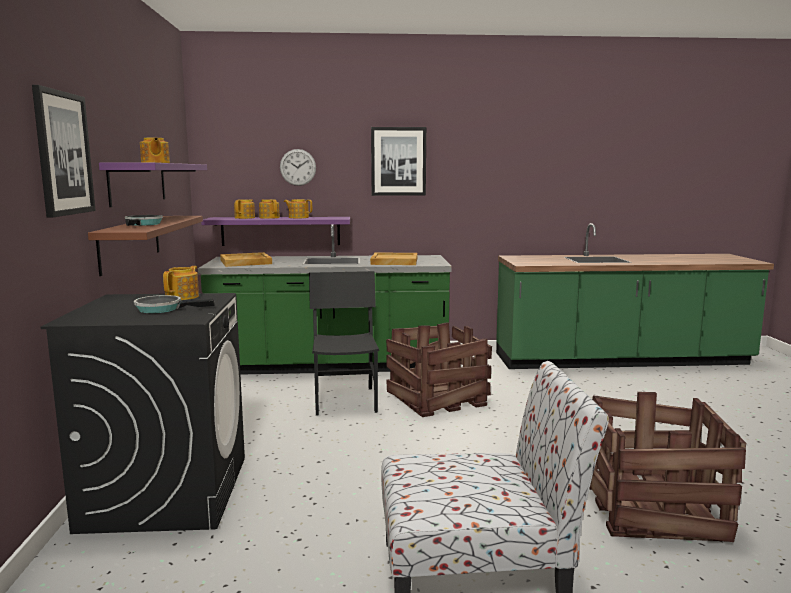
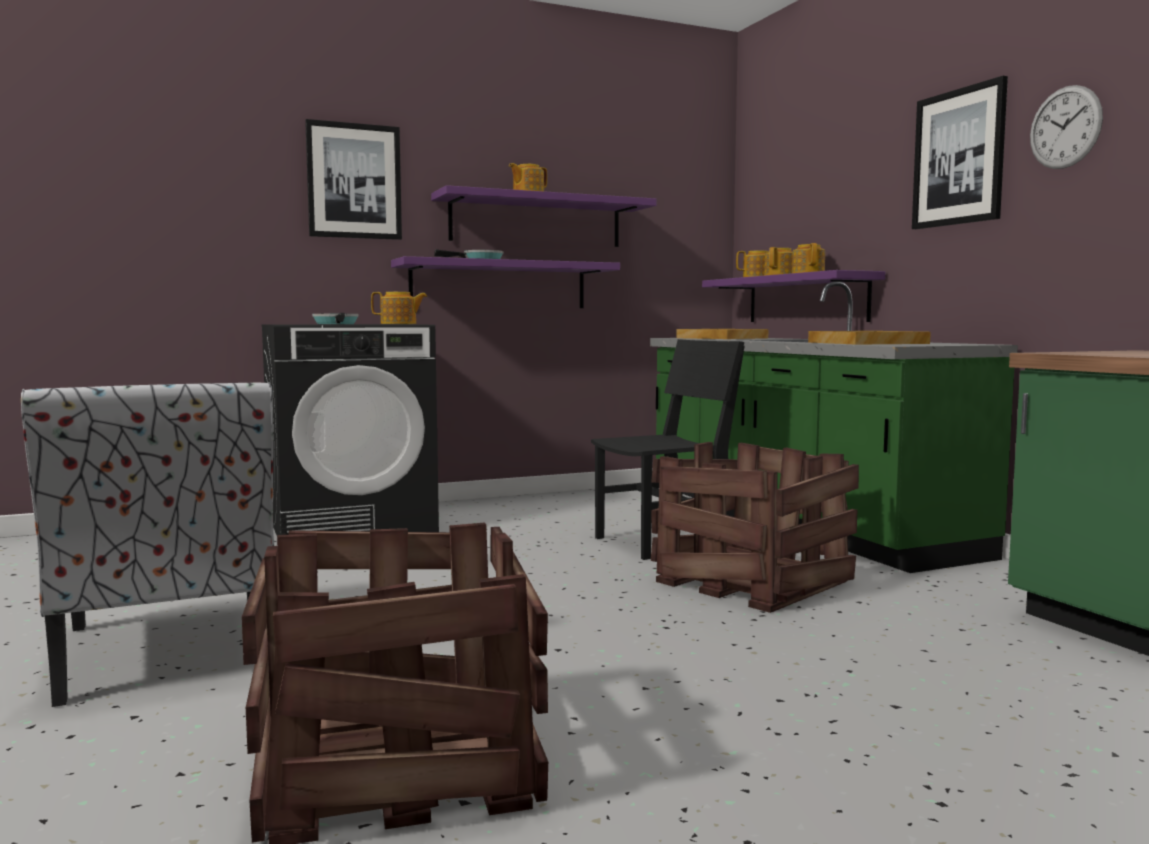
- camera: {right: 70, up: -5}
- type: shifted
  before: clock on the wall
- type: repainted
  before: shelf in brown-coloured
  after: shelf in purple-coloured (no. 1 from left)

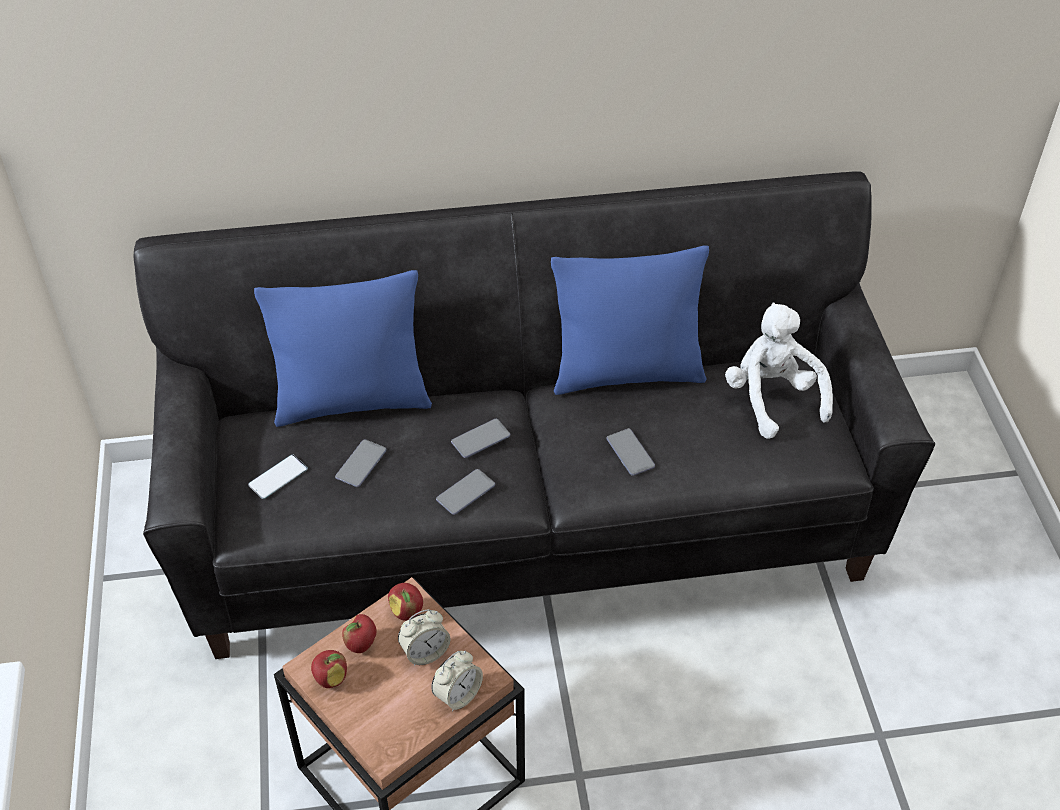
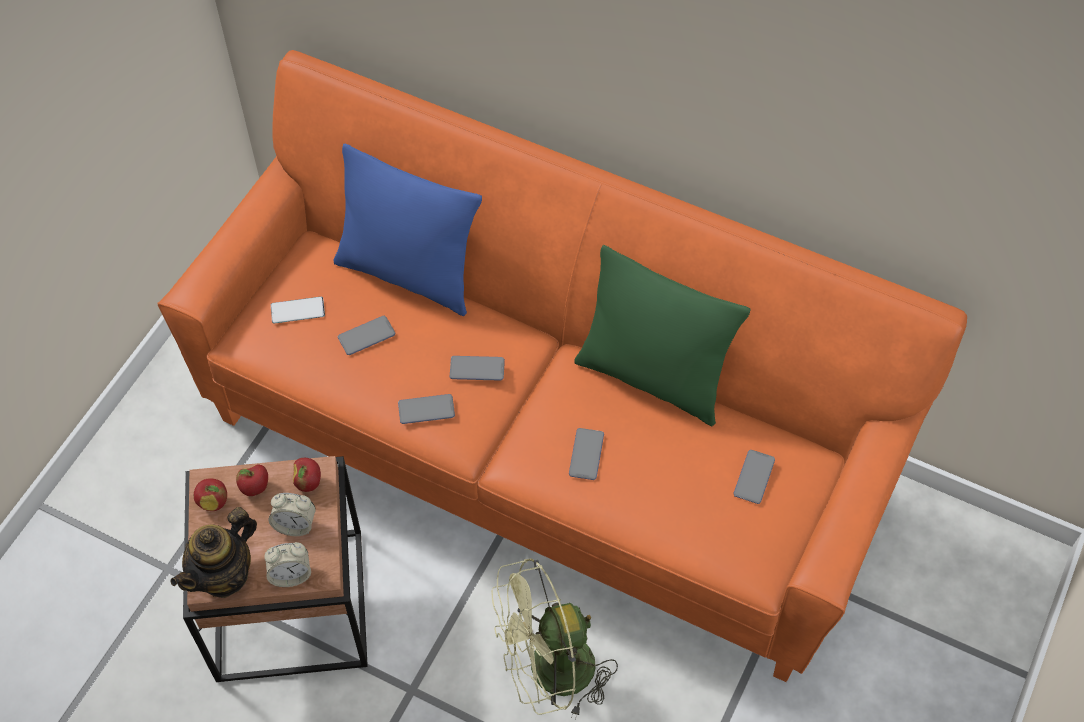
- camera: {right: 35, up: 10}
- type: repainted
  before: settee in black-coloured
  after: settee in orangey
- type: repainted
  before: cushion in bluish (no. 2 from left)
  after: cushion in green
- type: swapped
  before: cuddly toy in whitish
  after: phone (no. 6 from left)
- type: new
  after: pot for tea
- type: new
  after: electric fan in green

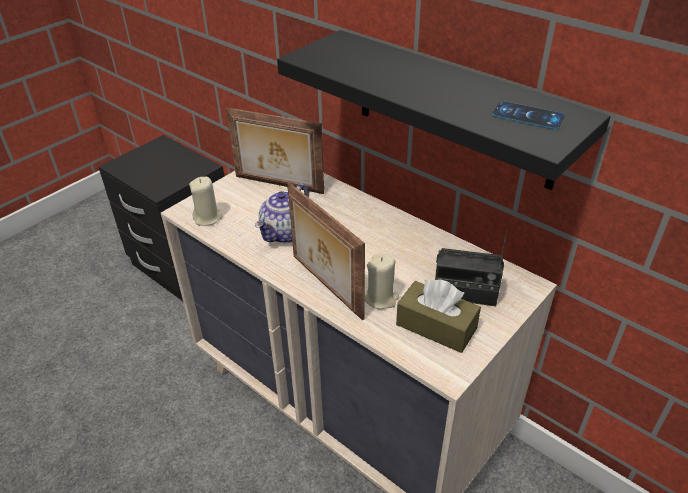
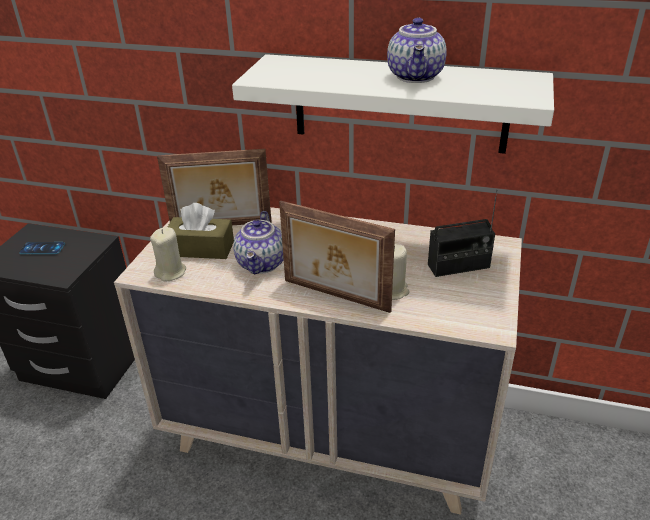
- camera: {right: -25, up: -5}
- type: repainted
  before: shelf in black-coloured
  after: shelf in whitish
- type: shifted
  before: phone
- type: shifted
  before: tissue holder in brown-coloured
- type: new
  after: pot for tea (no. 2 from left)

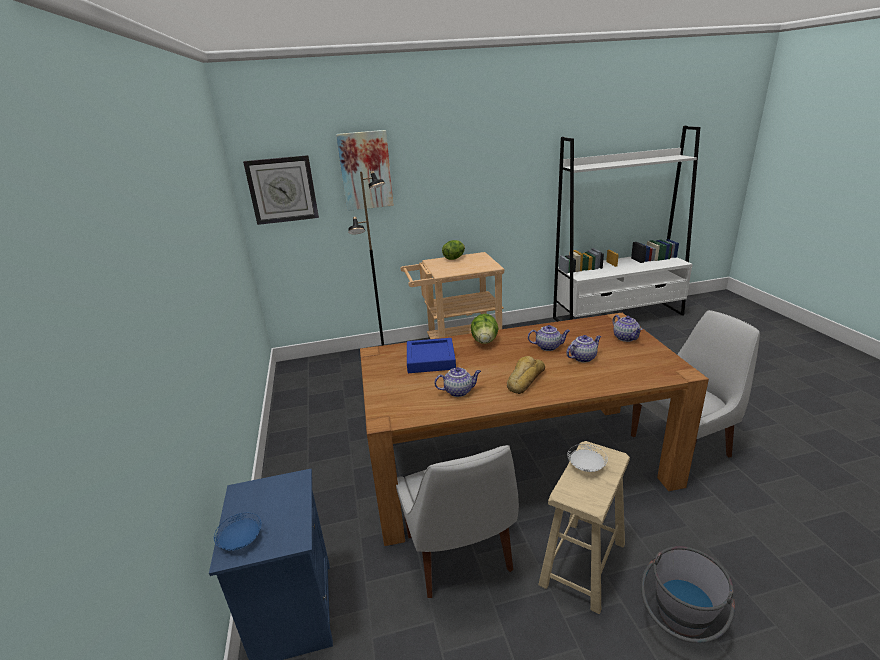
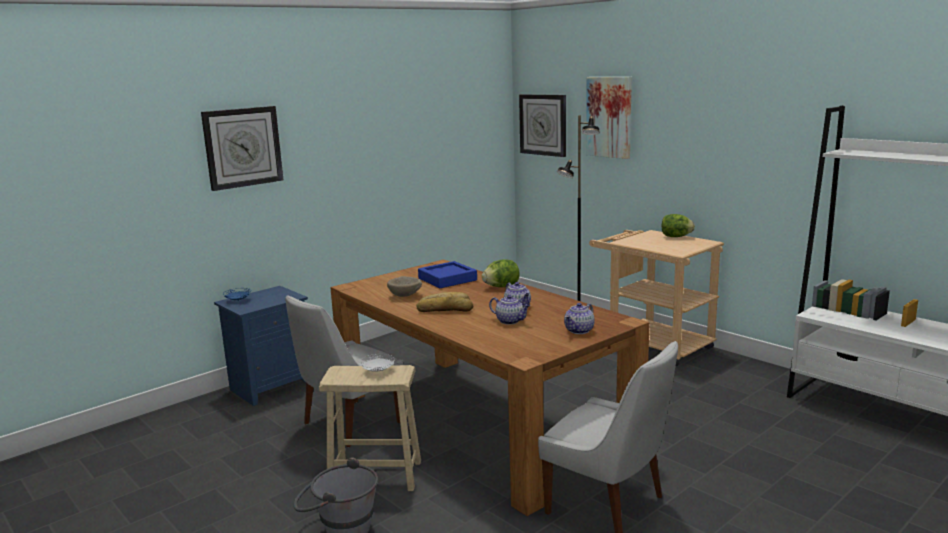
- camera: {right: 60, up: -10}
- type: swapped
  before: pot for tea (no. 1 from left)
  after: bowl in beige
- type: new
  after: clock on the wall (no. 1 from left)

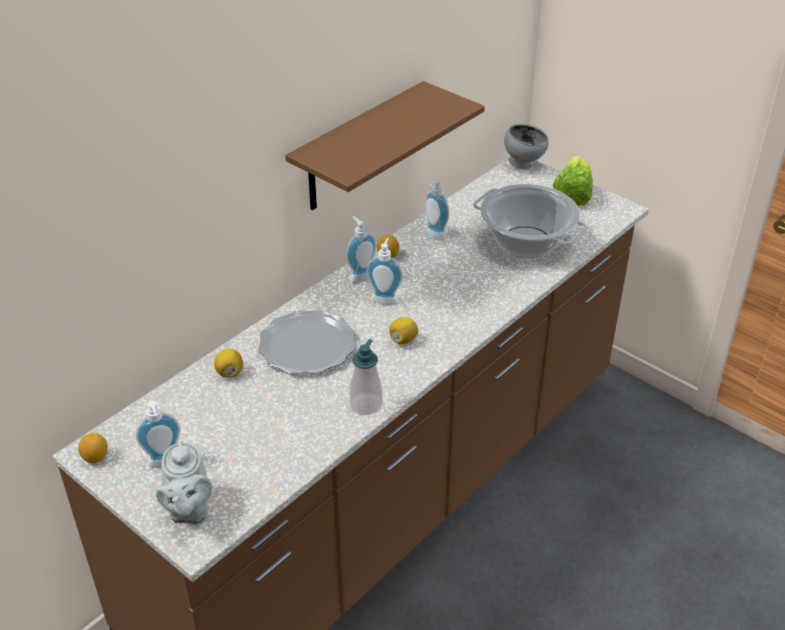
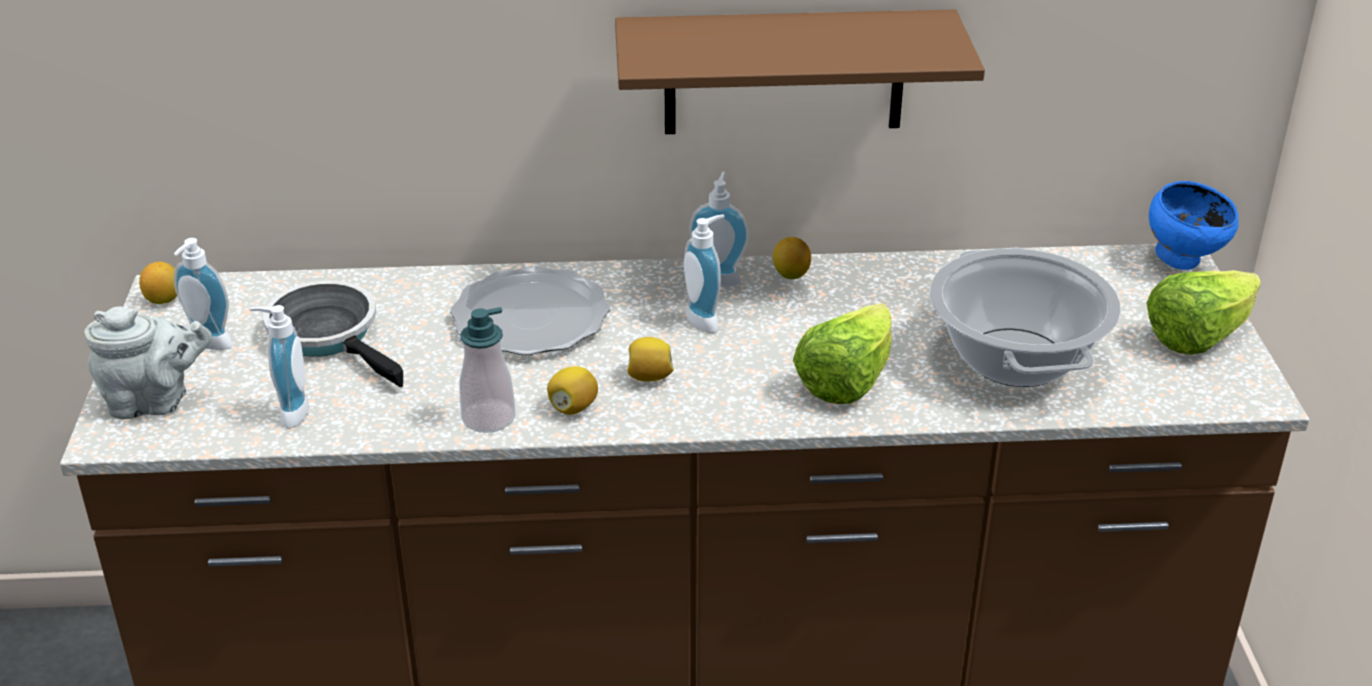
- camera: {right: 45, up: -5}
- type: repainted
  before: bowl in grey
  after: bowl in bluish
- type: shifted
  before: soap dispenser (no. 5 from left in the first image)
  after: soap dispenser (no. 2 from left)
- type: shifted
  before: lemon (no. 2 from left)
- type: rotated
  before: pot for tea in grey
  turn: -135
- type: new
  after: skillet
- type: new
  after: head of lettuce (no. 1 from left)

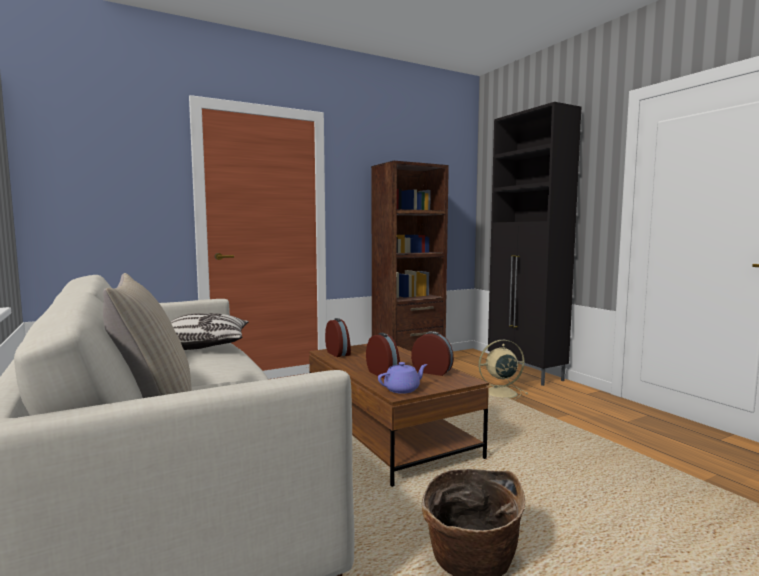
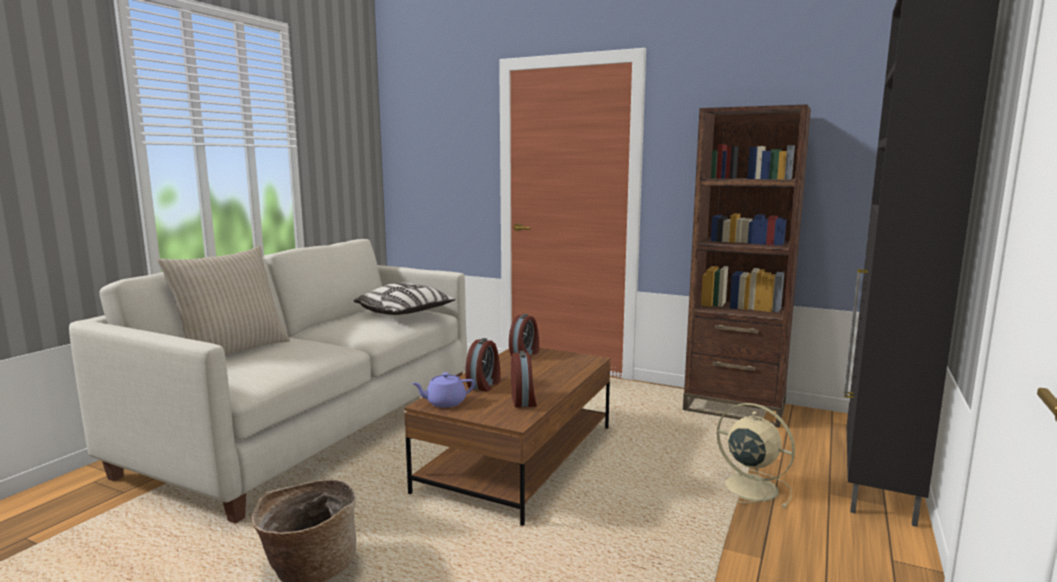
- camera: {right: 55, up: 5}
- type: rotated
  before: pot for tea in purple-coloured
  turn: 135

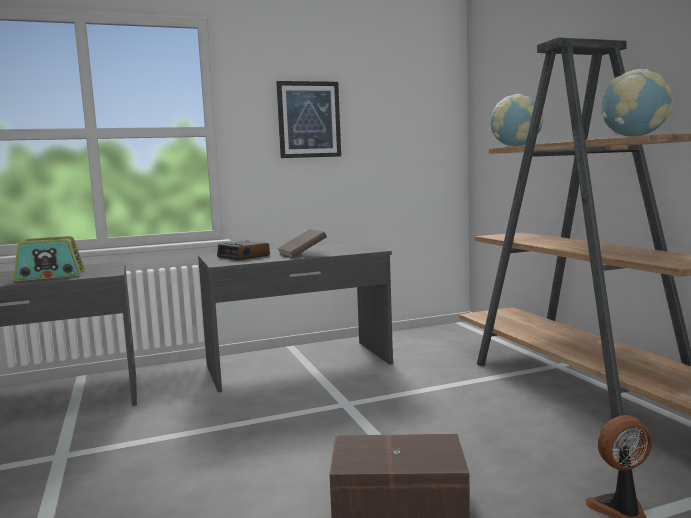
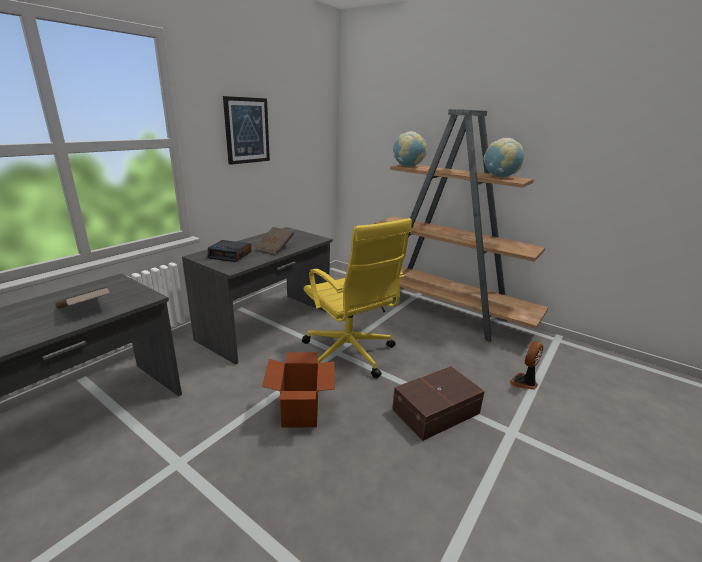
- camera: {right: -35, up: 15}
- type: swapped
  before: radio
  after: bound book in brown-coloured (no. 1 from left)
- type: new
  after: office chair in yellowish
- type: new
  after: carton

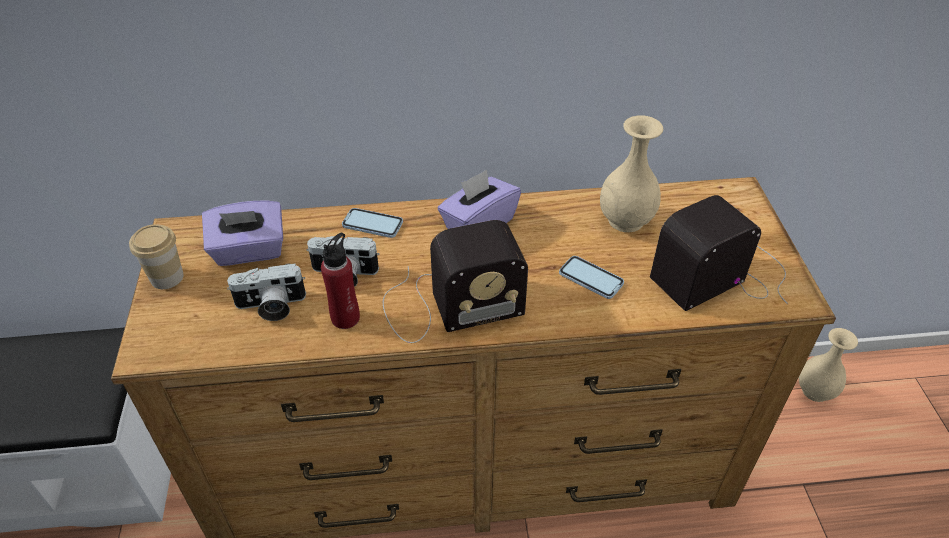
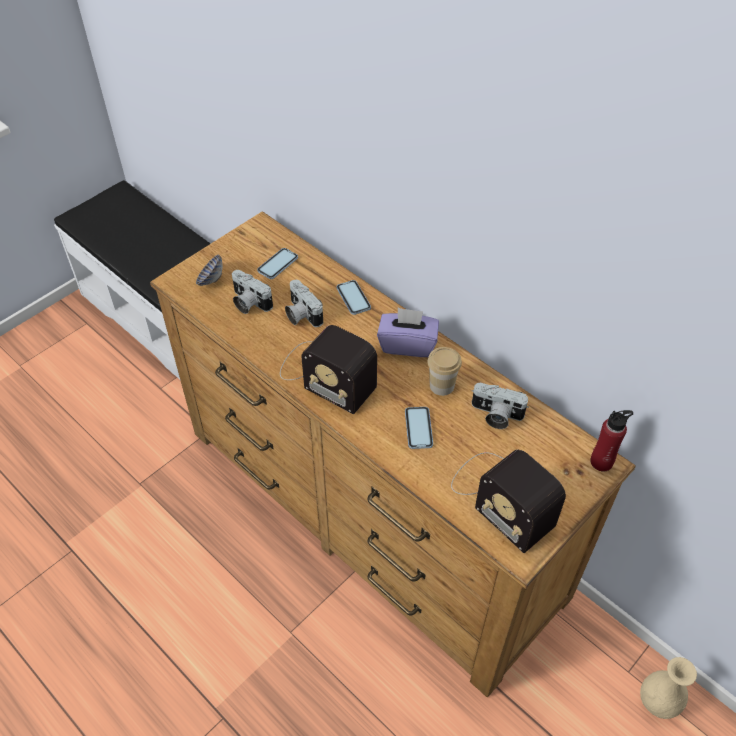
- camera: {right: 50, up: 5}
- type: swapped
  before: vase in beige (no. 1 from left)
  after: still camera (no. 3 from left)
- type: rotated
  before: radio (no. 2 from left)
  turn: -150
- type: swapped
  before: tissue holder in purple-coloured (no. 1 from left)
  after: phone (no. 1 from left)
- type: shifted
  before: cup
- type: shifted
  before: bottle in red-coloured
- type: new
  after: bowl

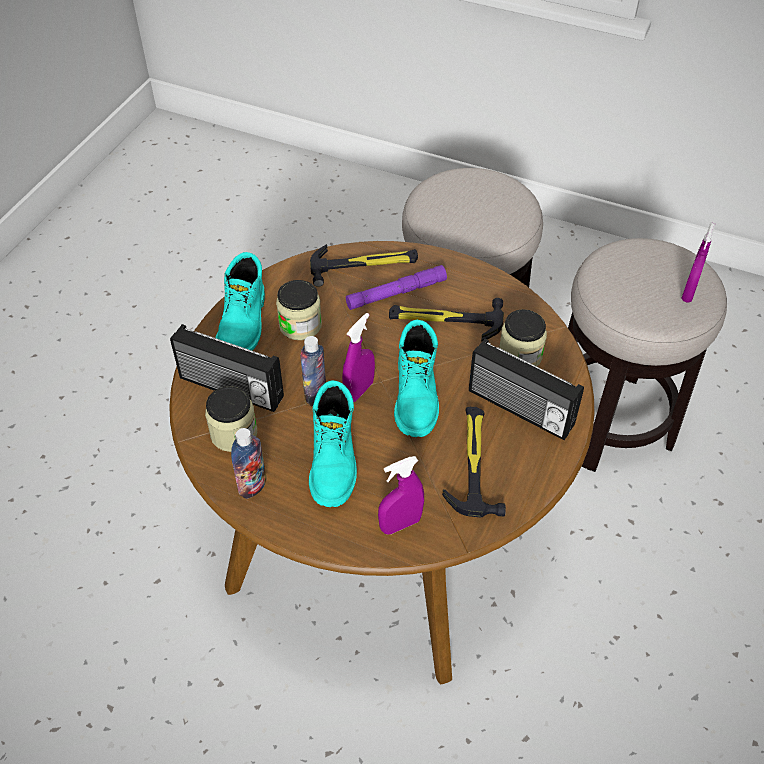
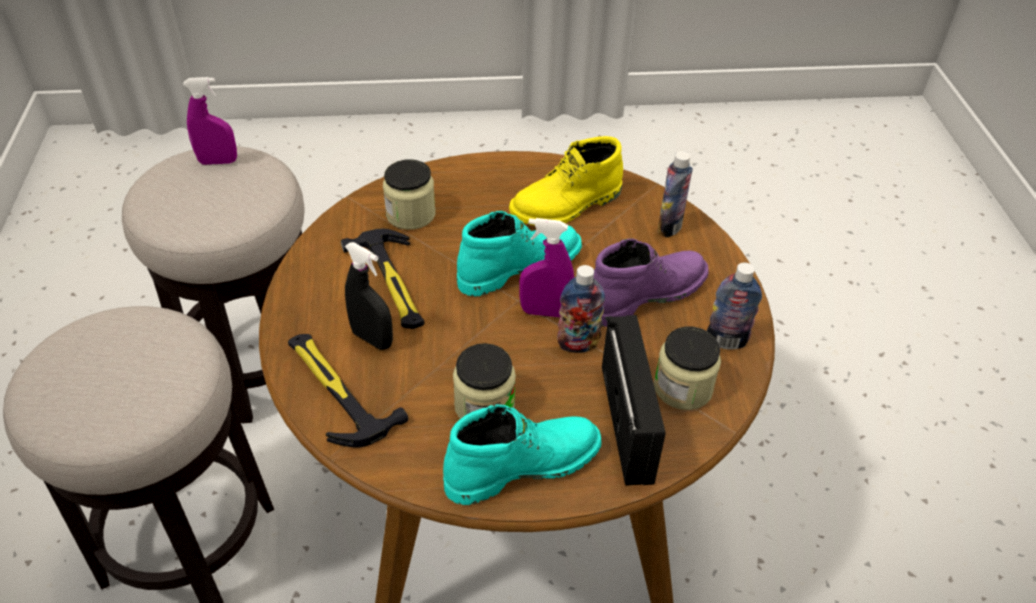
- camera: {right: -120, up: -5}
- type: swapped
  before: torch in purple-coloured
  after: sprayer in black-coloured
- type: gone
  before: radio (no. 2 from left)
- type: repainted
  before: tall boot in blue-green (no. 2 from left)
  after: tall boot in purple-coloured
- type: swapped
  before: tool hammer (no. 3 from left)
  after: tall boot in yellowish
- type: swapped
  before: sprayer in purple-coloured (no. 2 from left)
  after: bottle (no. 2 from left)

